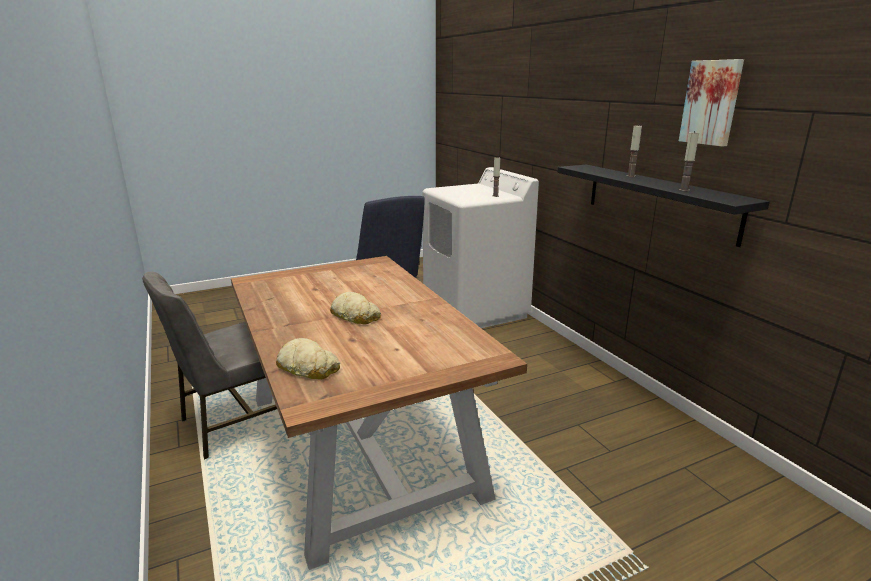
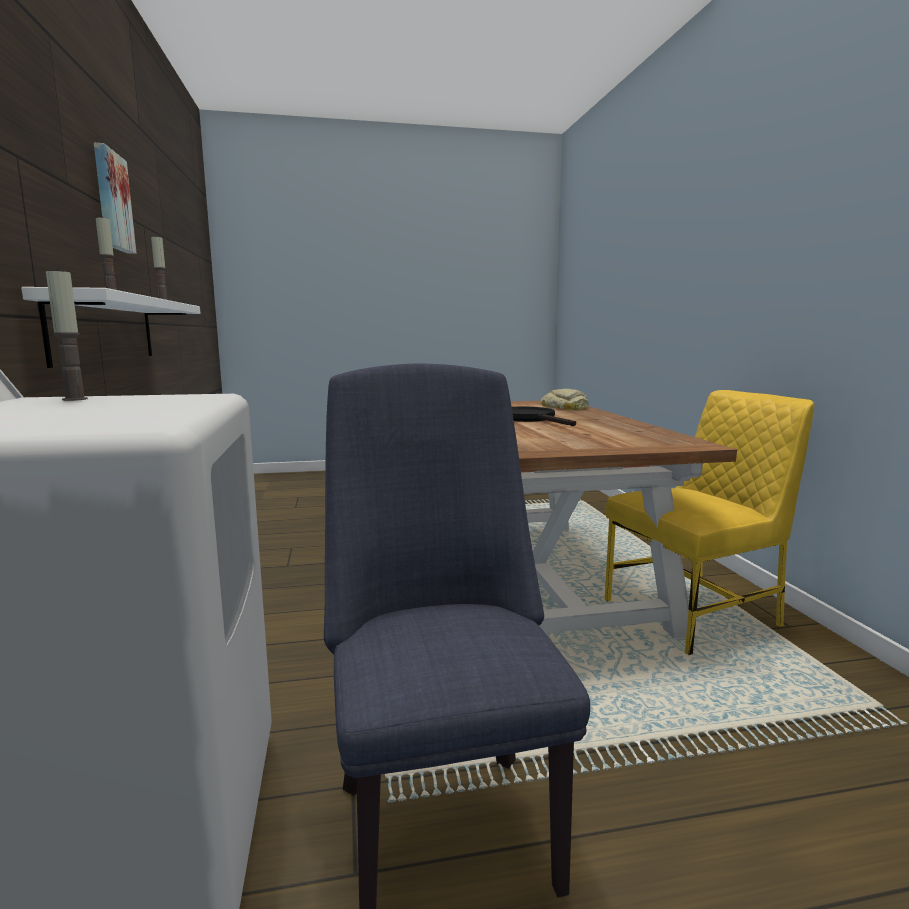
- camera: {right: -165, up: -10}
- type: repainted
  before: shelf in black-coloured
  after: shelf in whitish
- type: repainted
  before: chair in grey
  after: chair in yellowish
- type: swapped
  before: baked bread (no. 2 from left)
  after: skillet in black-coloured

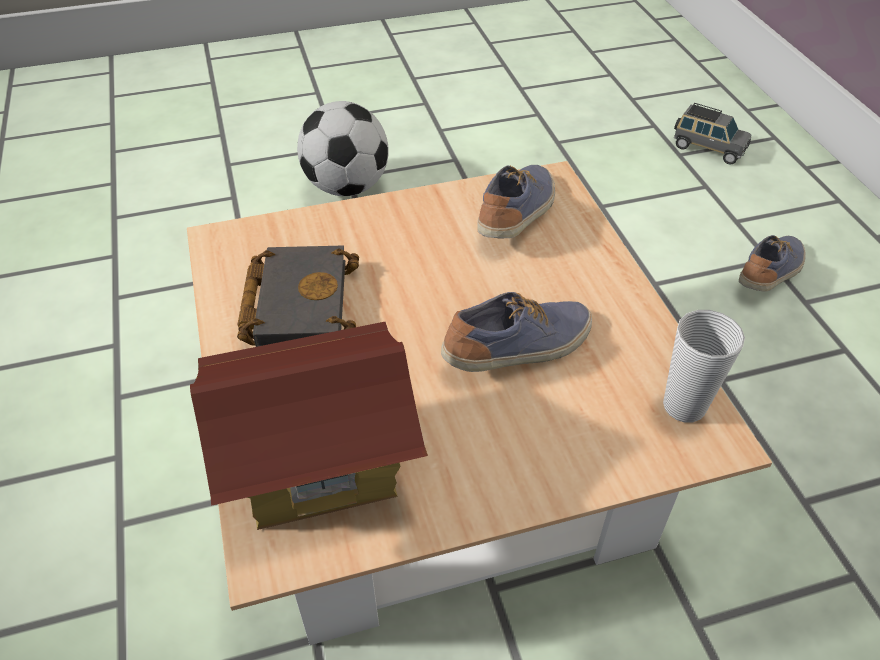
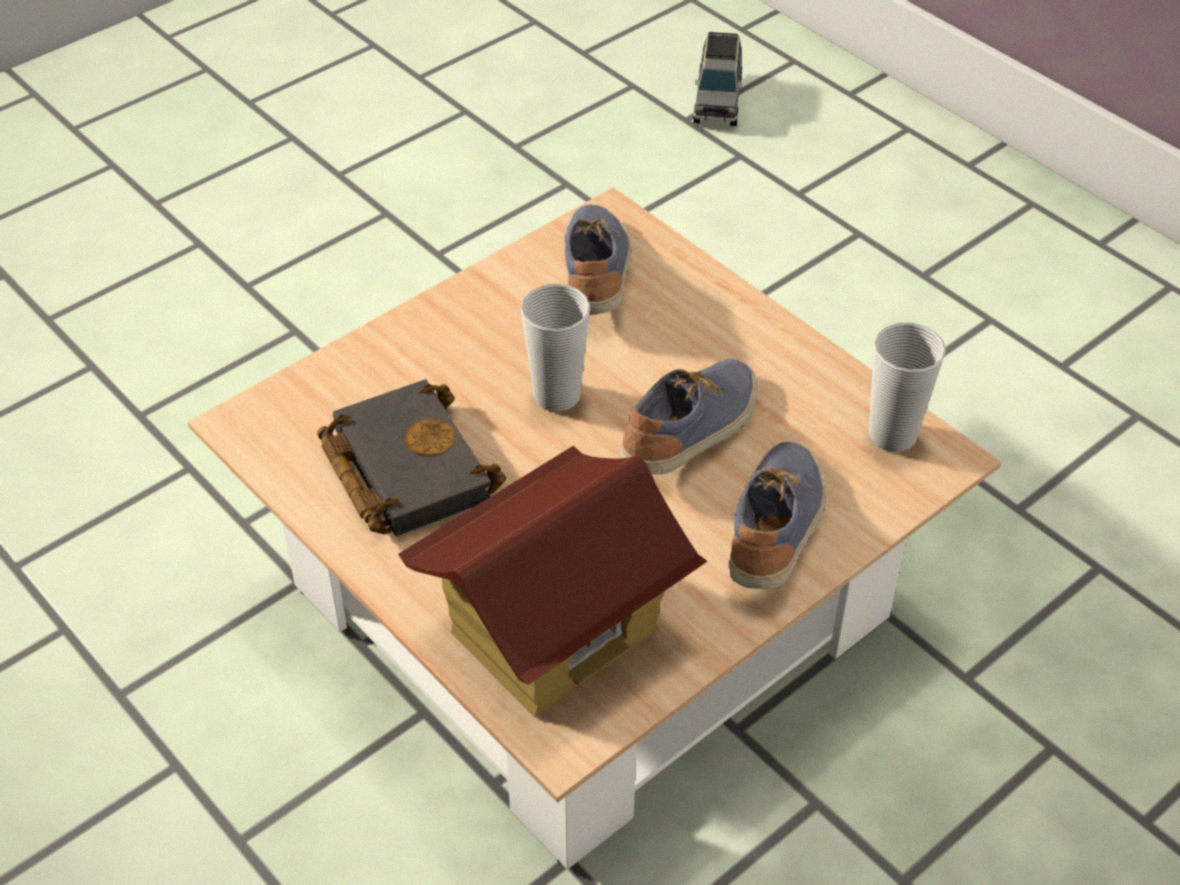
- camera: {right: -25, up: 0}
- type: gone
  before: ball for football
- type: rotated
  before: miniature car in grey
  turn: 90
- type: shifted
  before: shoe (no. 3 from left)
- type: new
  after: cup (no. 1 from left)

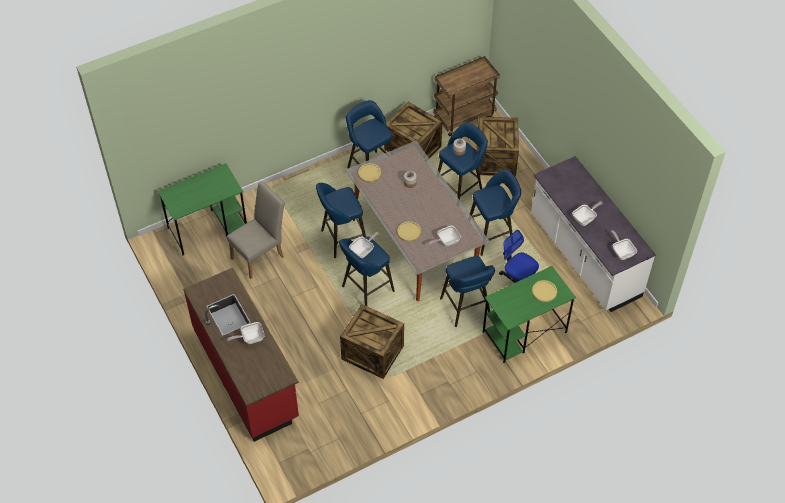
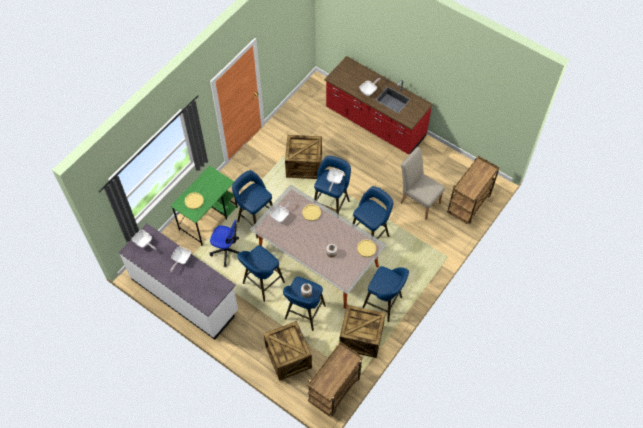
- camera: {right: 155, up: 5}
- type: swapped
  before: desk in green (no. 1 from left)
  after: wheeled cart in brown-coloured (no. 2 from left)
- type: rotated
  before: chair in beige
  turn: 105

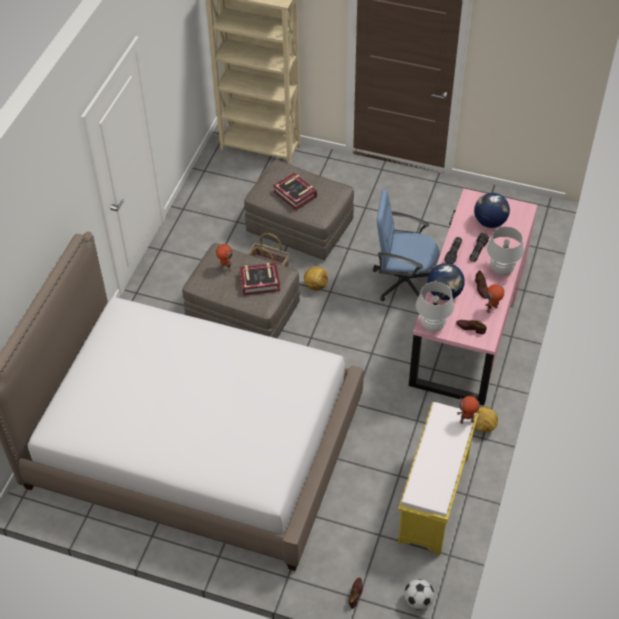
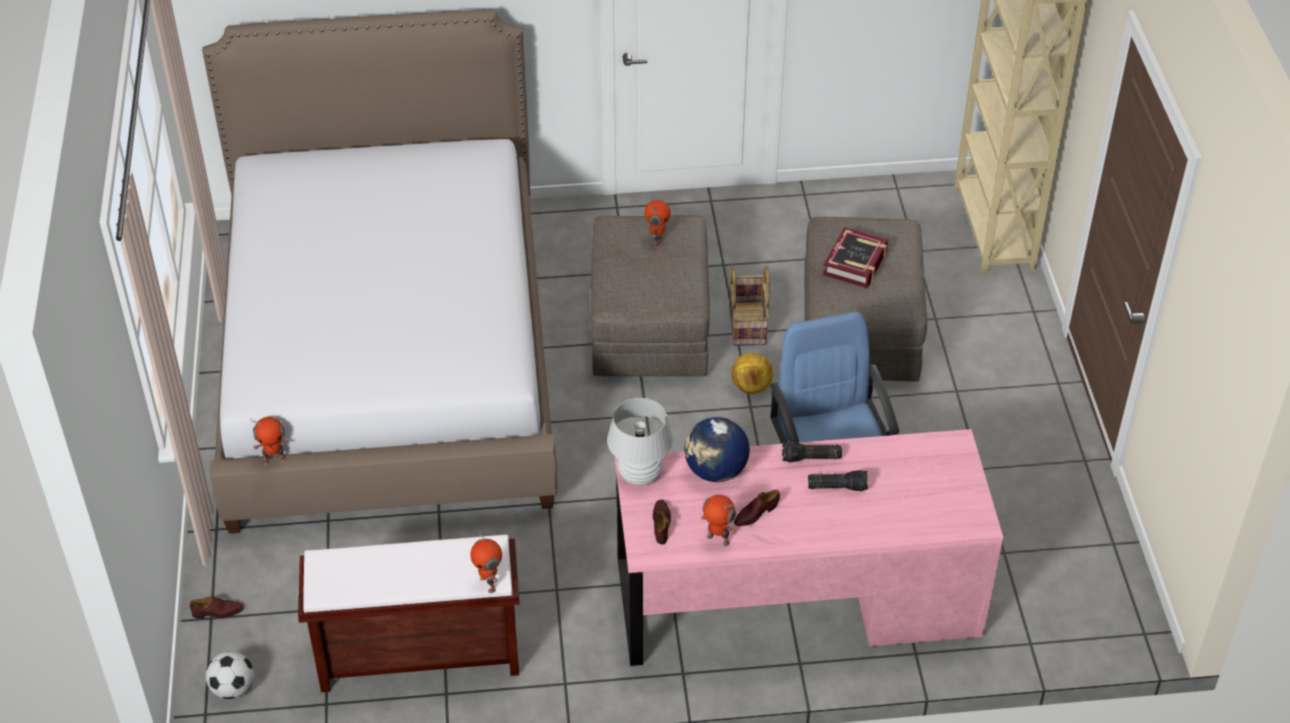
- camera: {right: 65, up: -5}
- type: gone
  before: globe (no. 2 from left)
- type: gone
  before: tabletop lamp in whitish (no. 2 from left)
- type: gone
  before: bound book (no. 1 from left)
- type: repainted
  before: indoor bench in yellowish
  after: indoor bench in brown-coloured
- type: gone
  before: ball for football (no. 3 from left)
- type: new
  after: toy robot (no. 1 from left)

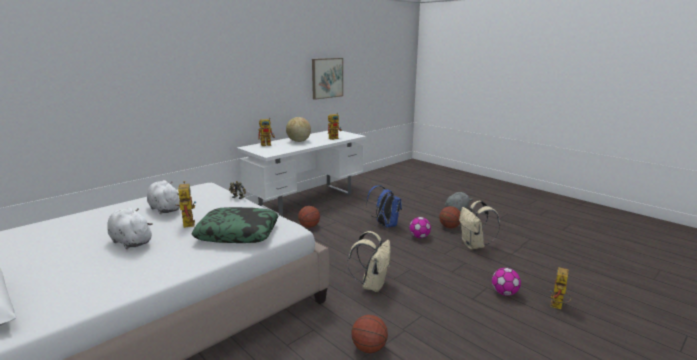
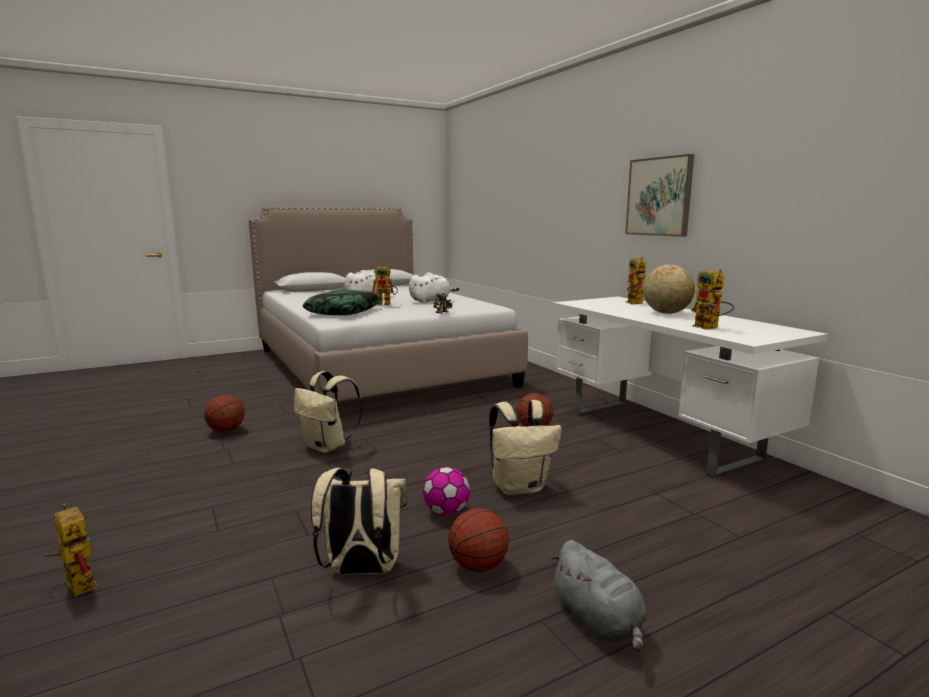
- camera: {right: 105, up: -5}
- type: shifted
  before: wall picture
- type: repainted
  before: rucksack in bluish
  after: rucksack in beige (no. 3 from left)
- type: gone
  before: ball for football (no. 2 from left)

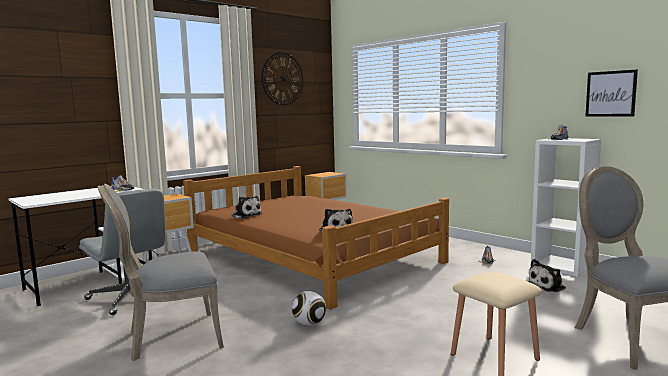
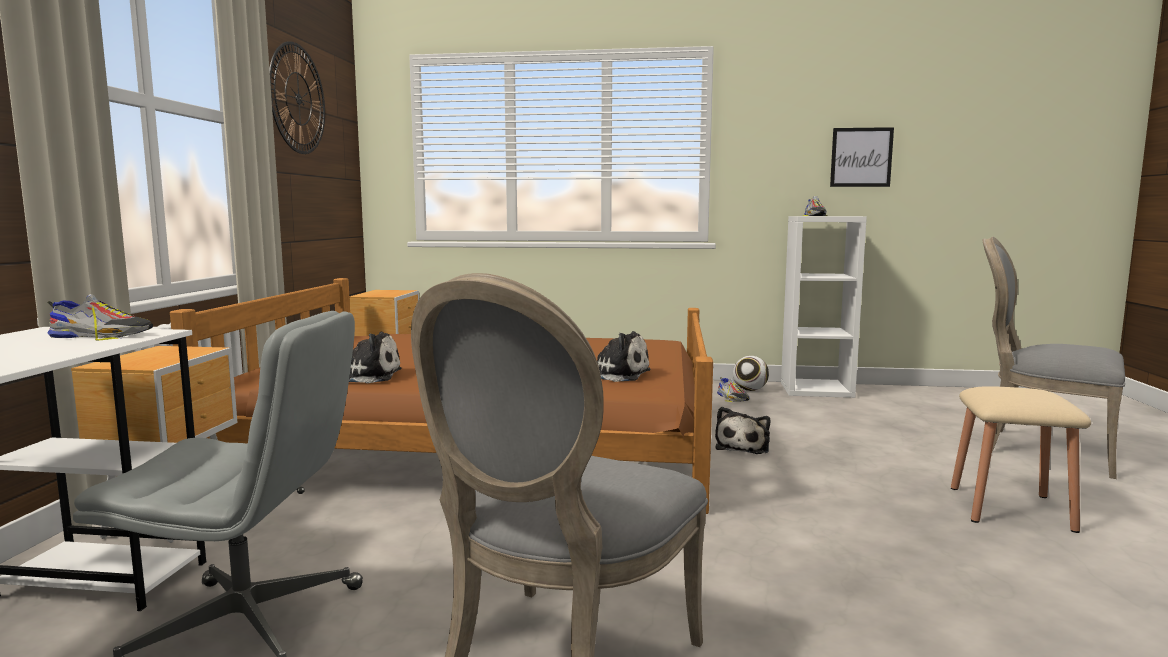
- camera: {right: -40, up: 0}
- type: shifted
  before: cuddly toy (no. 3 from left)
- type: shifted
  before: ball for football

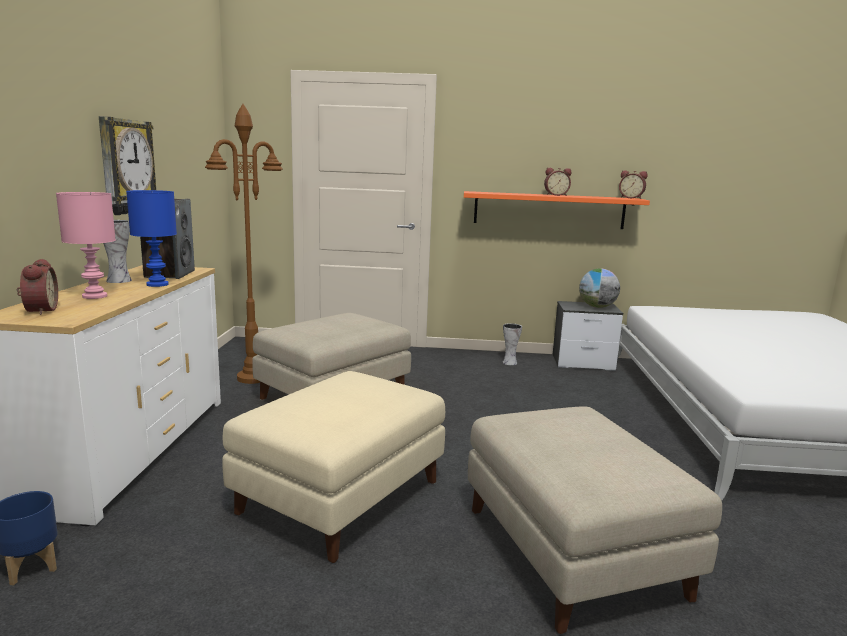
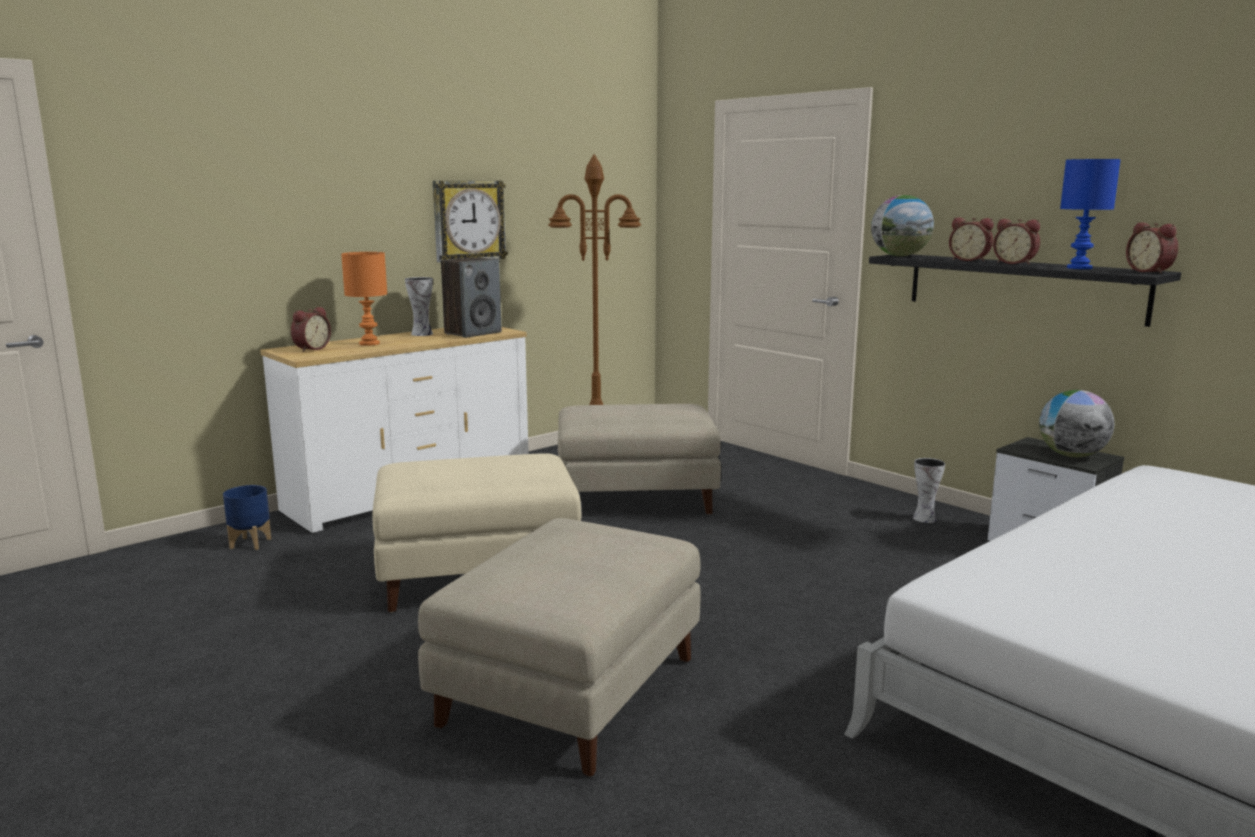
- camera: {right: 45, up: 0}
- type: shifted
  before: tabletop lamp in bluish
- type: repainted
  before: shelf in orangey
  after: shelf in black-coloured
- type: repainted
  before: tabletop lamp in pinkish
  after: tabletop lamp in orangey
- type: new
  after: globe (no. 1 from left)
- type: new
  after: table clock (no. 2 from left)

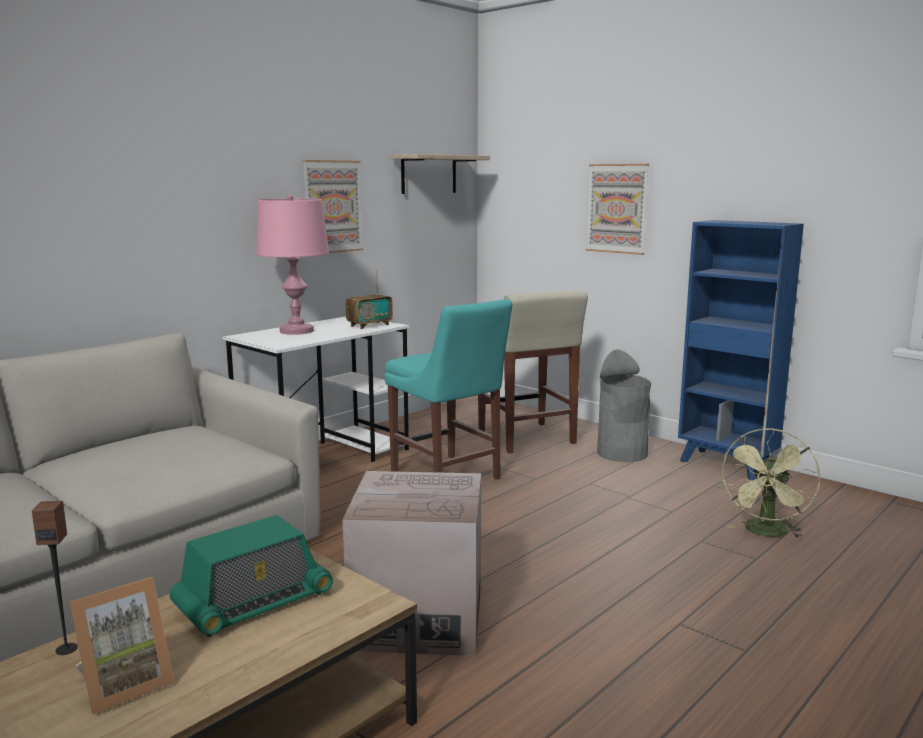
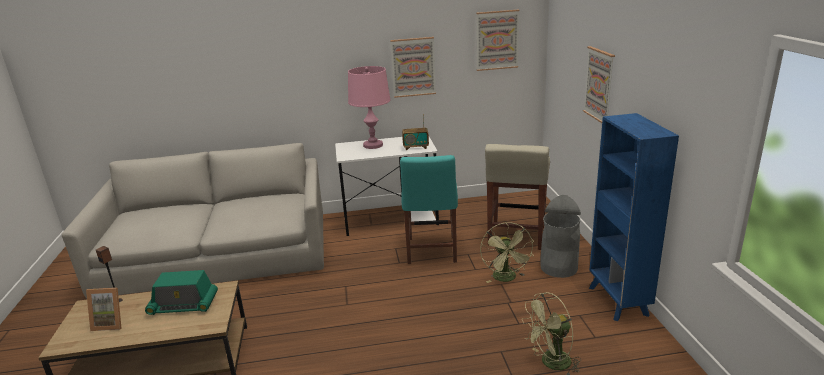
- camera: {right: 40, up: 10}
- type: swapped
  before: shelf
  after: wall picture (no. 2 from left)
- type: gone
  before: carton
- type: new
  after: electric fan in green (no. 1 from left)

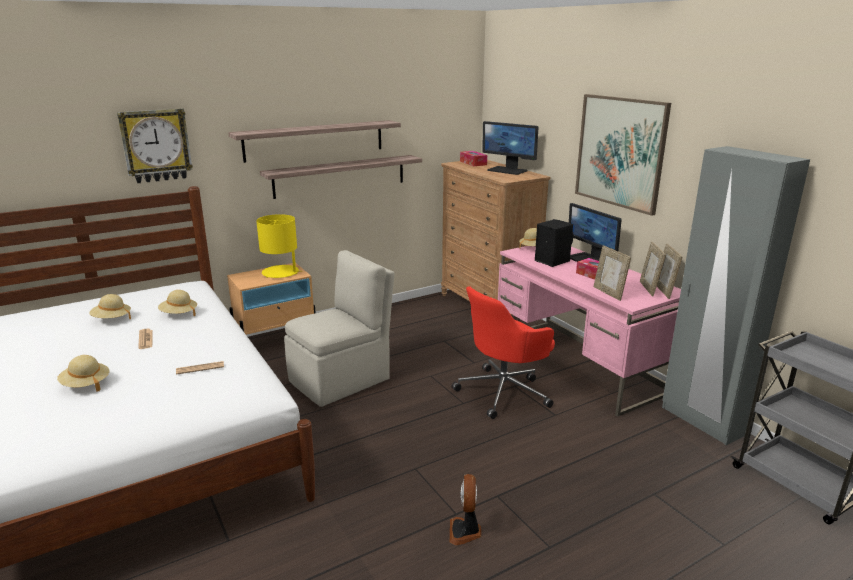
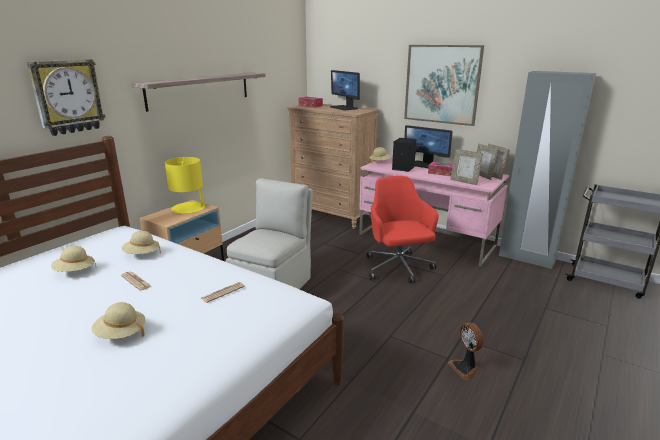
- camera: {right: -25, up: 0}
- type: rotated
  before: monitor (no. 1 from left)
  turn: 45
- type: gone
  before: shelf (no. 2 from left)
- type: rotated
  before: office chair in red-coloured
  turn: 135

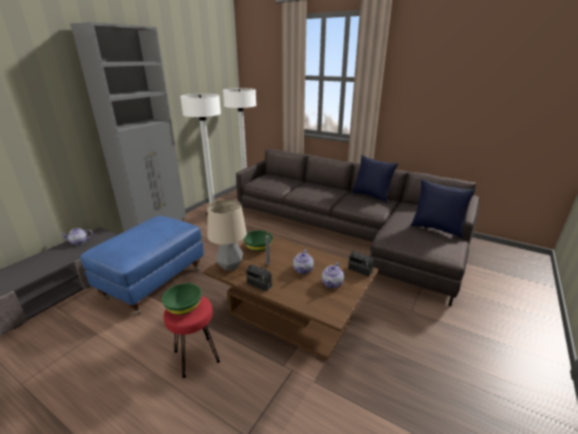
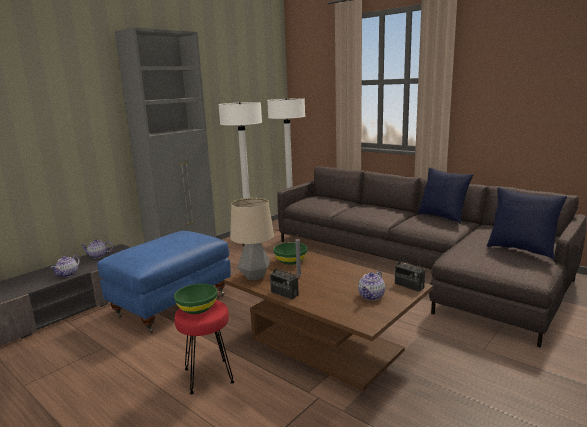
- camera: {right: 10, up: -10}
- type: shifted
  before: pot for tea (no. 2 from left in the first image)
  after: pot for tea (no. 1 from left)

